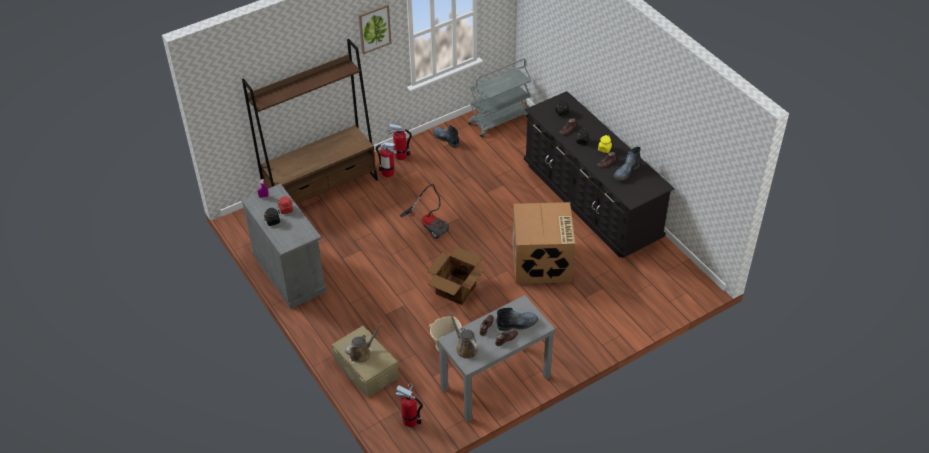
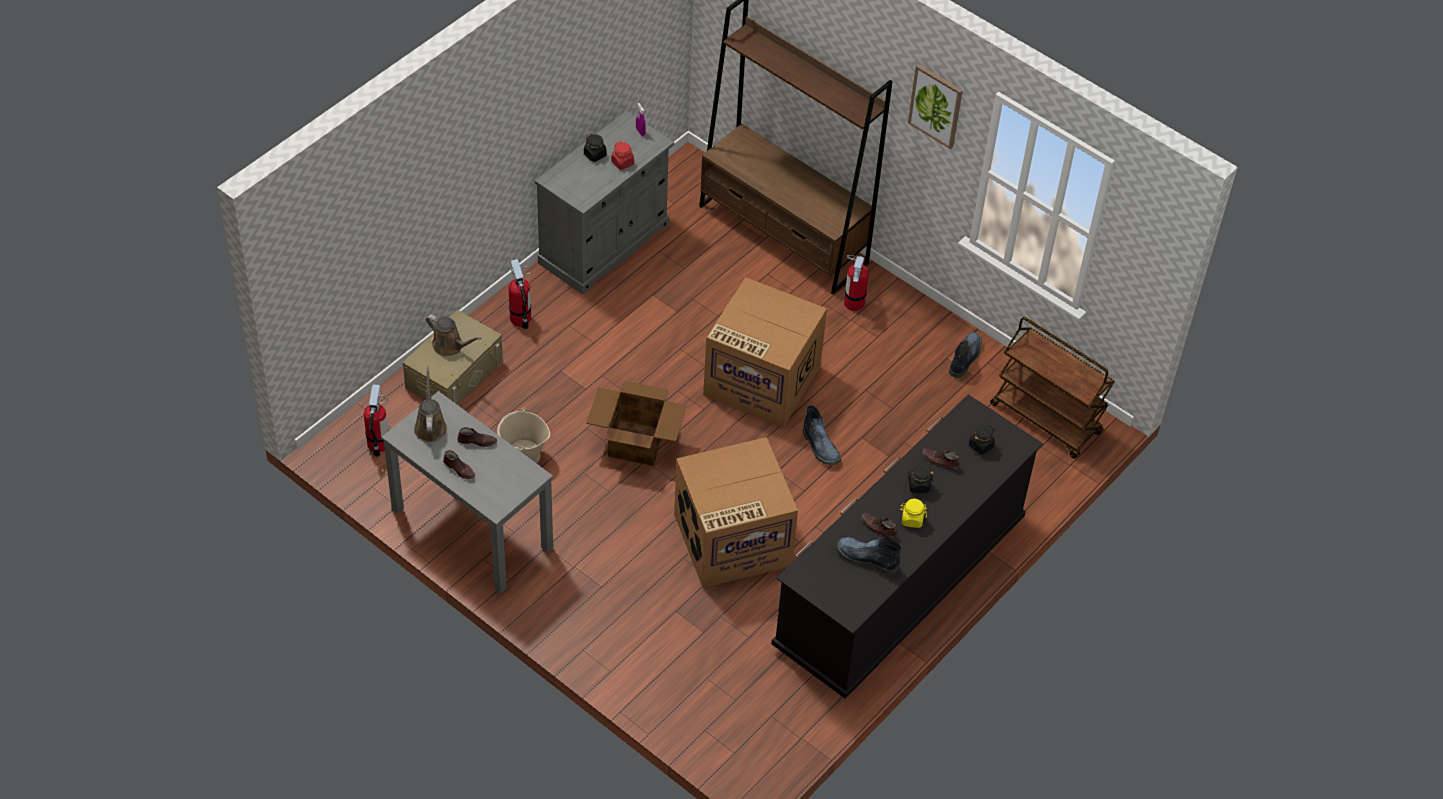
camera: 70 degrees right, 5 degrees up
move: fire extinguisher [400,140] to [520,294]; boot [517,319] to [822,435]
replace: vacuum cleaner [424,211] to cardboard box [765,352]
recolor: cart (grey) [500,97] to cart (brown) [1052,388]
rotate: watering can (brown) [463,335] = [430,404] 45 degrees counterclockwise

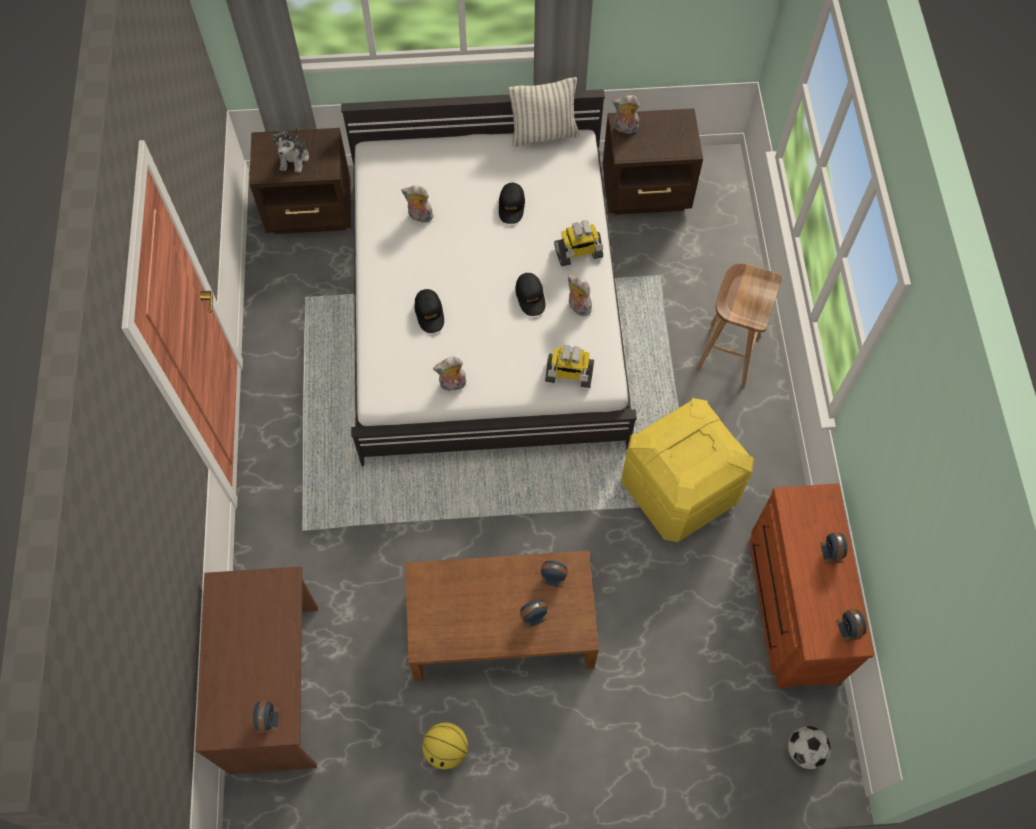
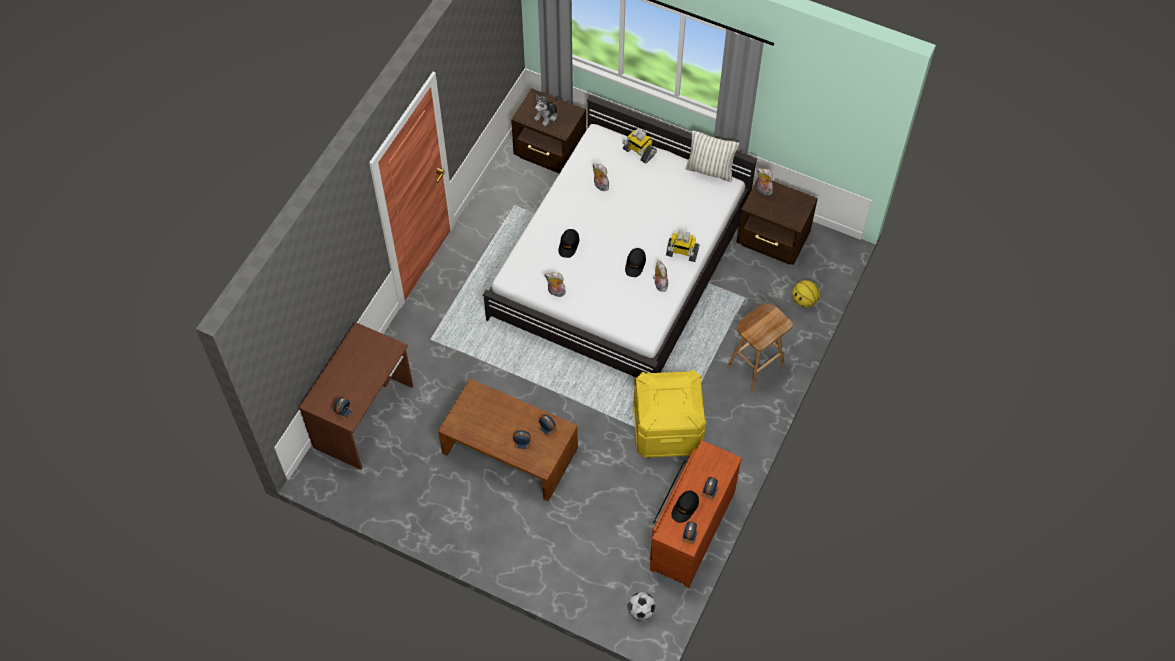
camera: 30 degrees right, 5 degrees down
move: cap (black) [512,203] to [685,507]; toy robot [569,366] to [639,145]; basketball [445,745] to [806,293]

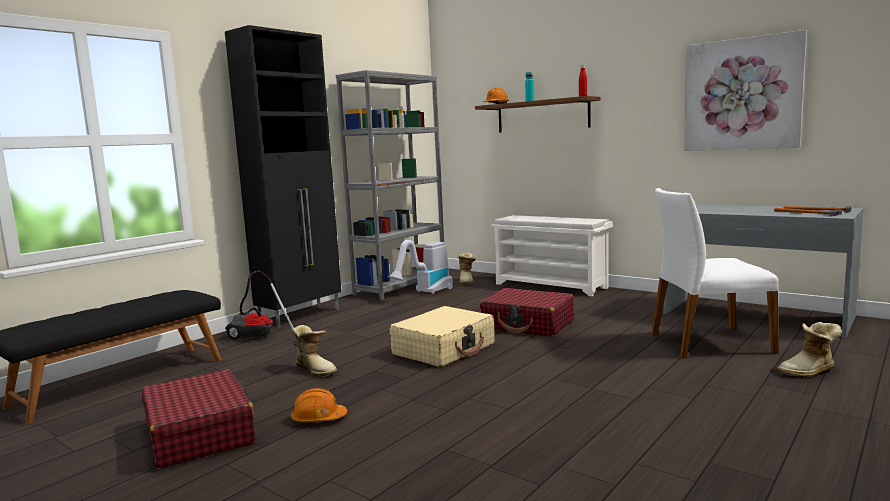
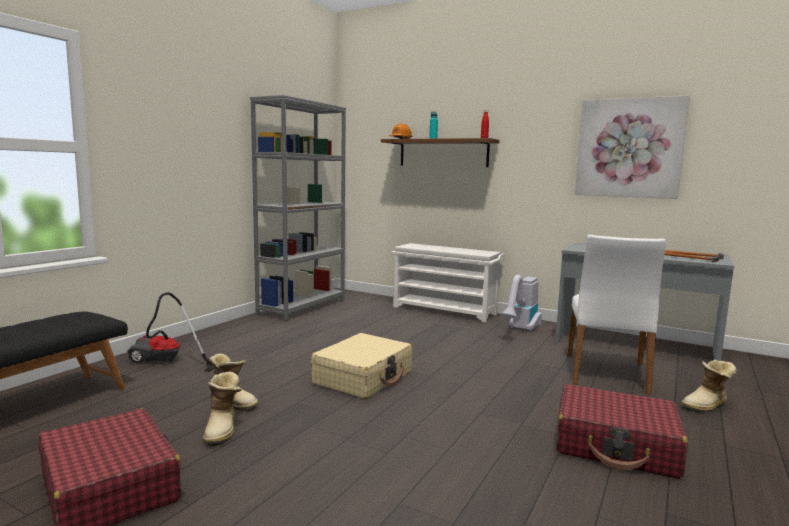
camera: 10 degrees left, 0 degrees up
delete: cabinet (black) [283,176]; hard hat (orange) [319,405]
move: vacuum cleaner [420,266] to [521,303]; boot [467,269] to [222,408]; suitcase (red) [527,312] to [622,431]
rotate: chair (white) [715,273] = [616,315] 60 degrees counterclockwise

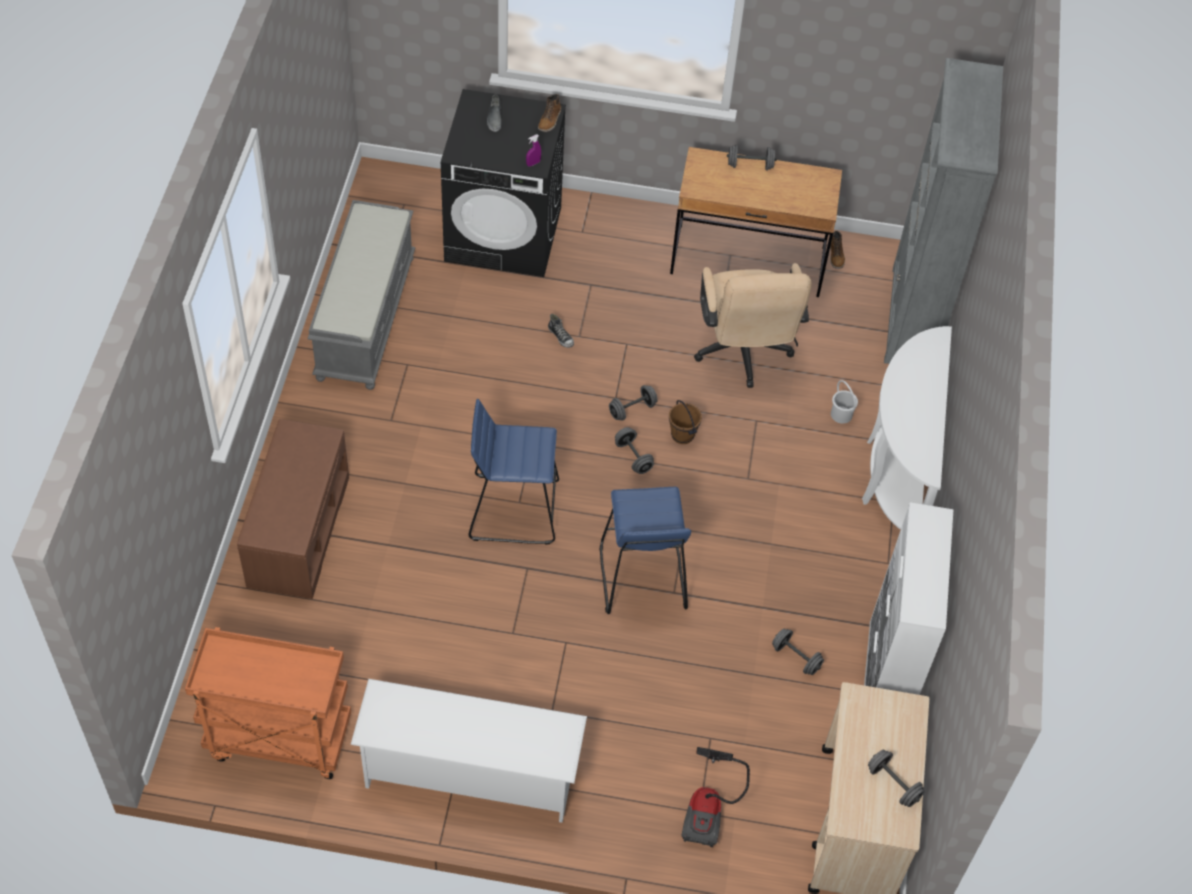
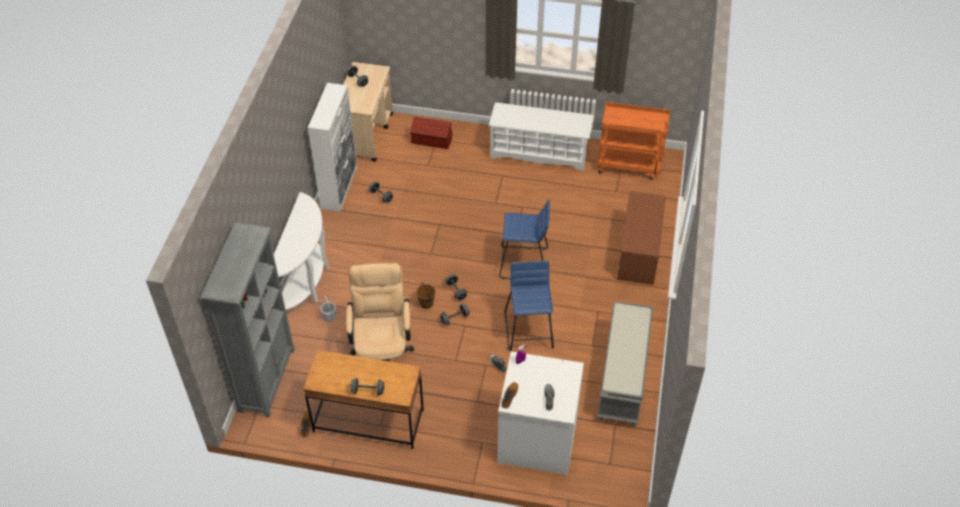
camera: 175 degrees left, 5 degrees down
move: stool (blue) [645,550] to [529,306]
replace: vacuum cleaner [715,797] to storage box (brown) [431,133]
recolor: washing machine (black) [503,183] to washing machine (white) [540,413]

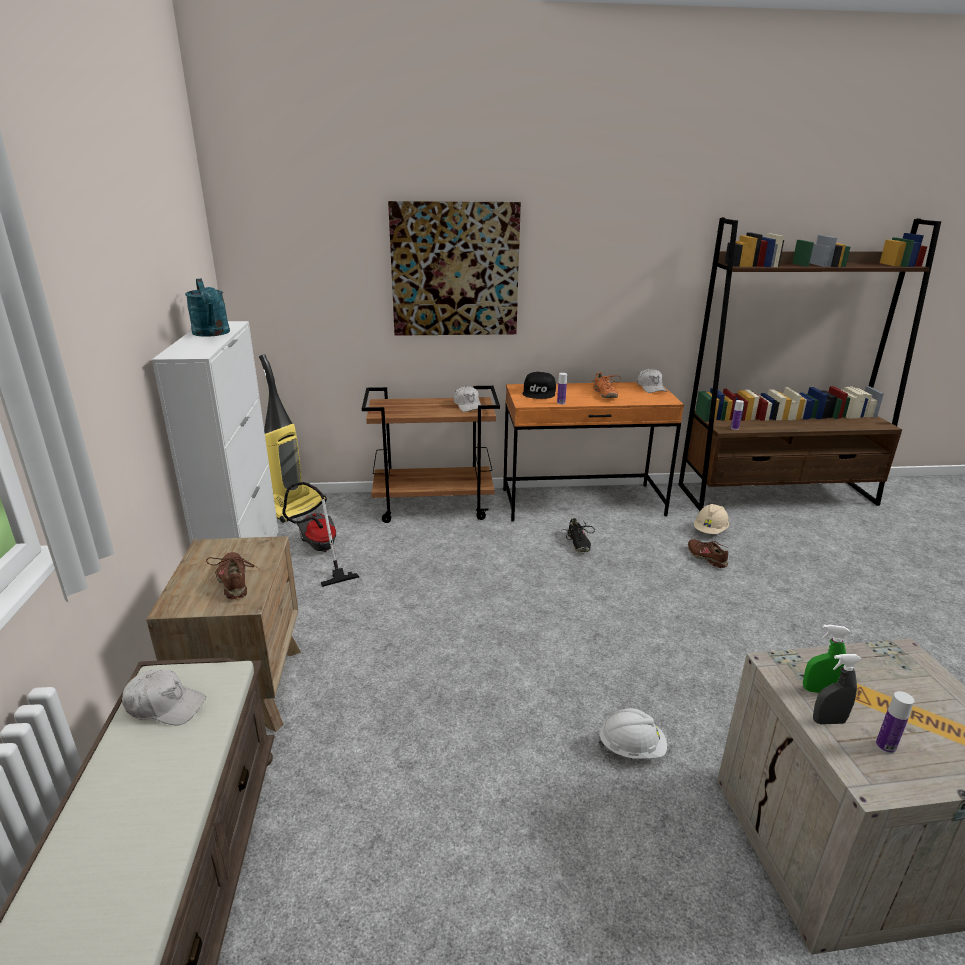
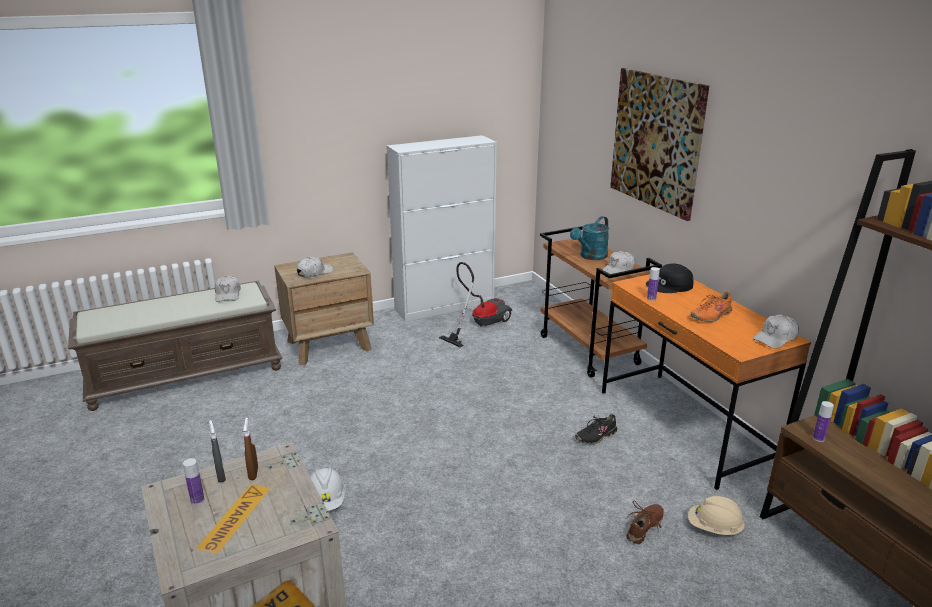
camera: 70 degrees right, 0 degrees up
delete: vacuum cleaner [293,438]
move: watering can (turquoise) [207,308] to [589,238]
replace: shoe (brown) [232,575] to cap (white) [315,267]
recolor: spray bottle (green) [826,658] to spray bottle (brown) [250,448]

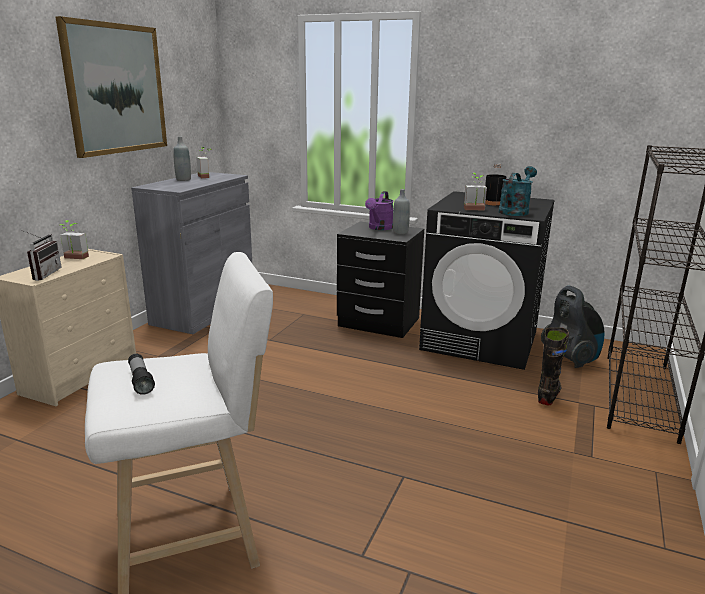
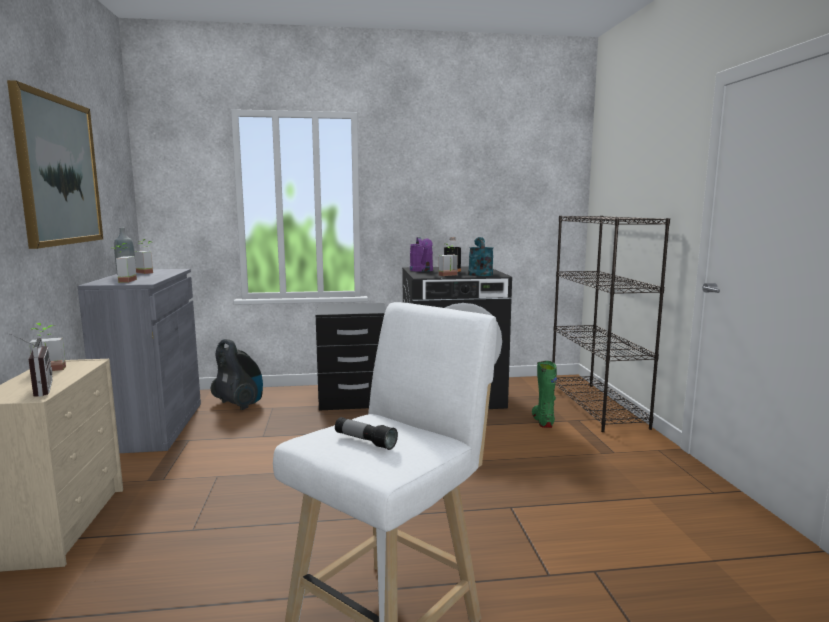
camera: 30 degrees left, 10 degrees down
delete: bottle (grey) [401,211]
insert: potted plant [125,263]
move: watering can (purple) [379,210] to [421,254]; vacuum cleaner [573,327] to [237,374]
recolor: boot (black) [553,366] to boot (green) [544,394]

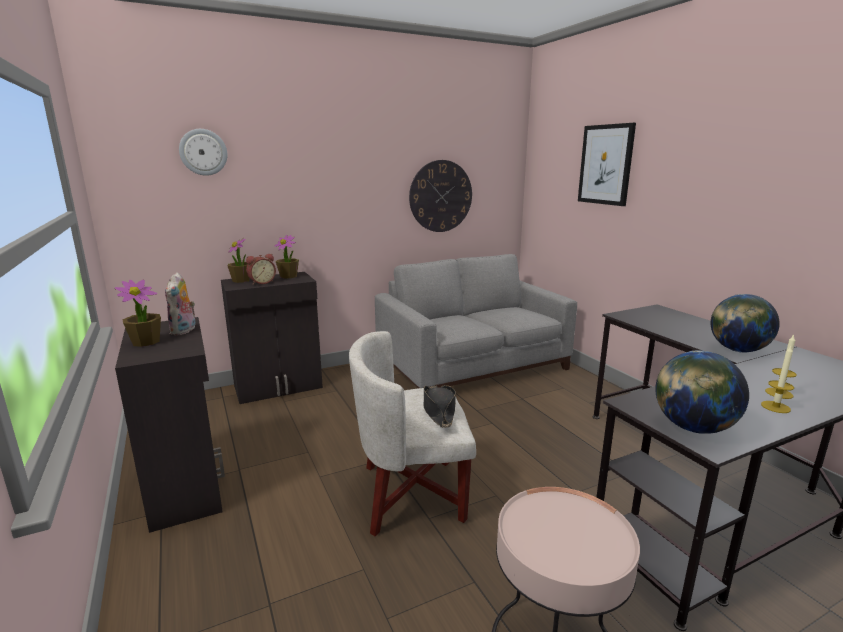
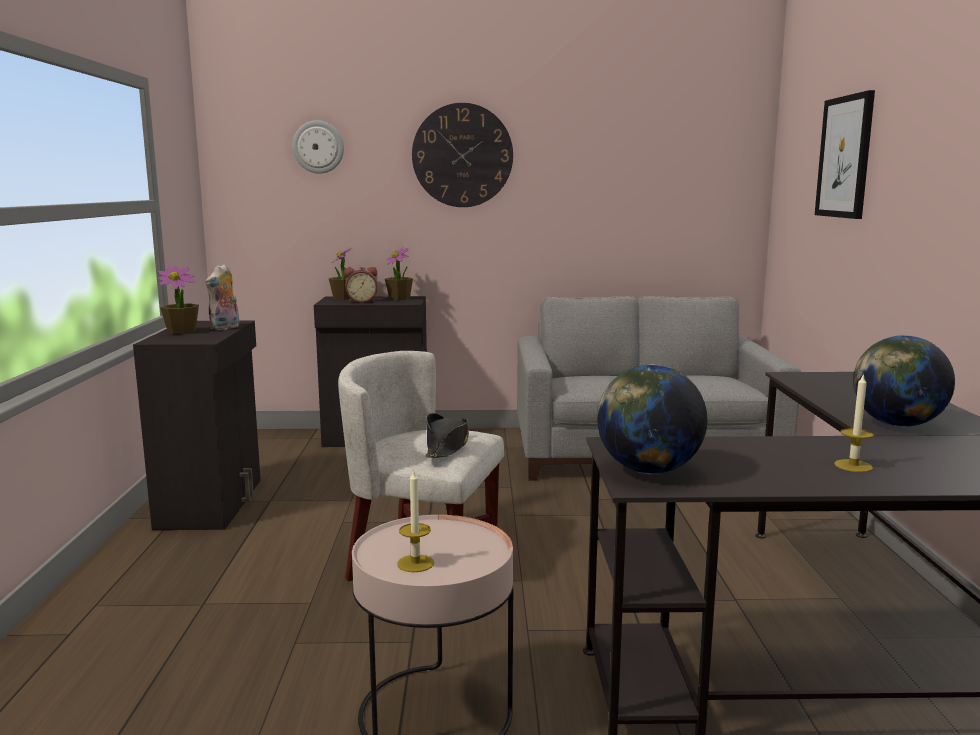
camera: 25 degrees right, 5 degrees down
move: wall clock [440,196] to [462,155]; candle [777,379] to [415,520]

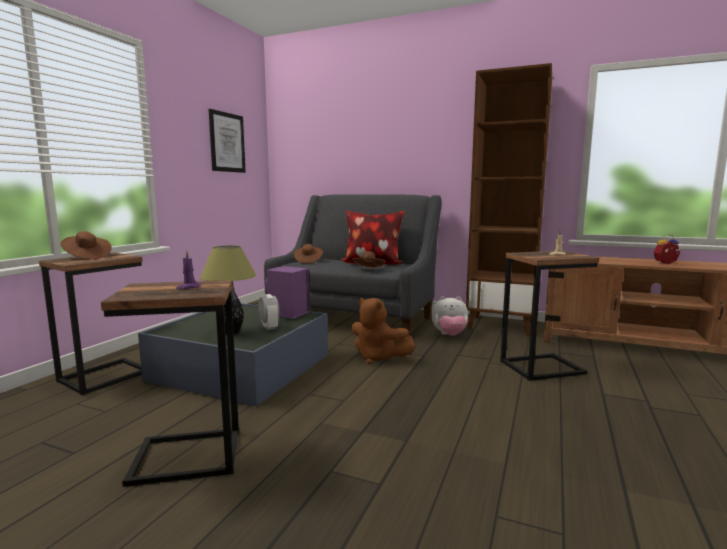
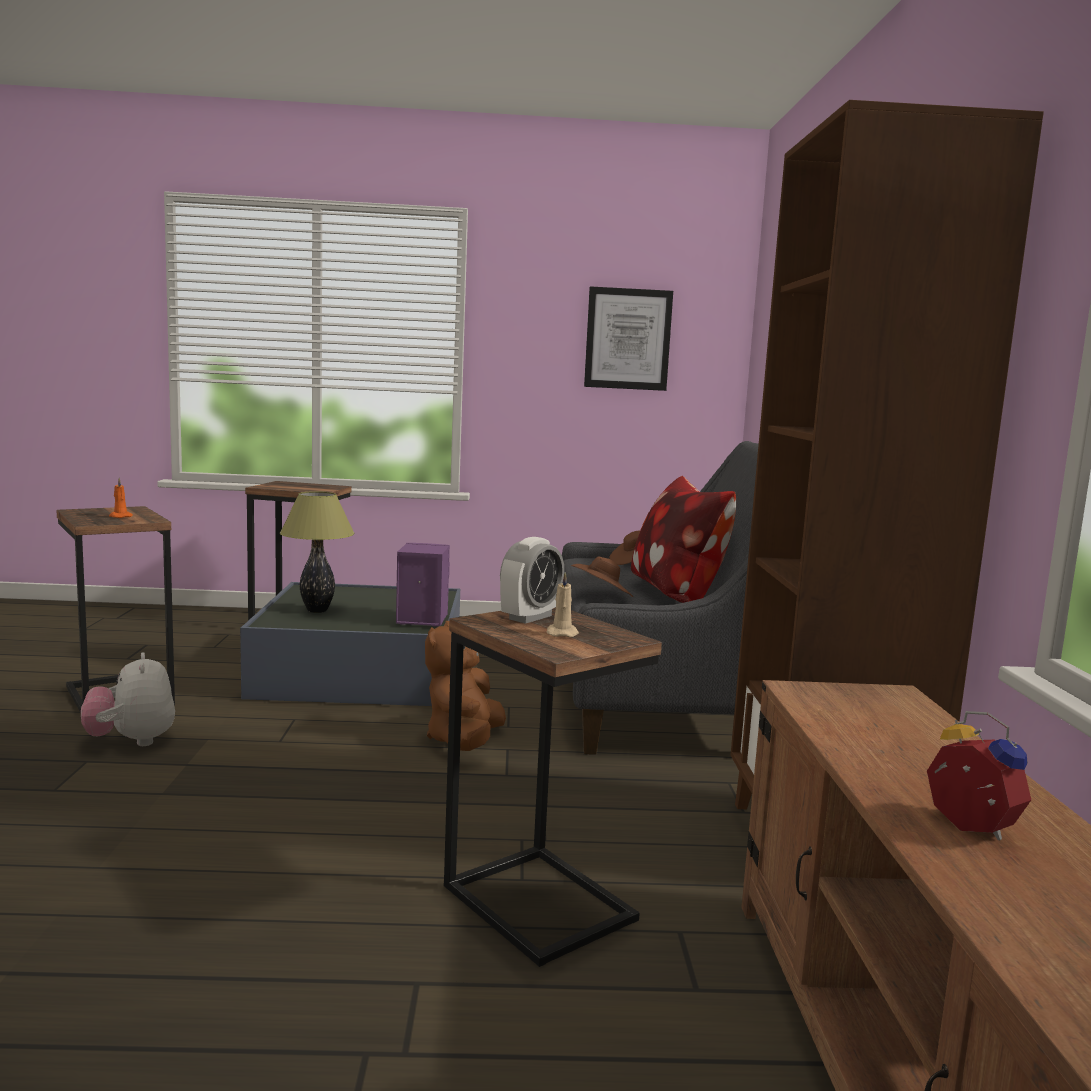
camera: 65 degrees right, 0 degrees up
delete: hat (brown) [86,245]
move: alarm clock [269,312] to [532,580]; plush toy [449,316] to [128,699]
recolor: candle (purple) [188,270] to candle (orange) [121,498]

